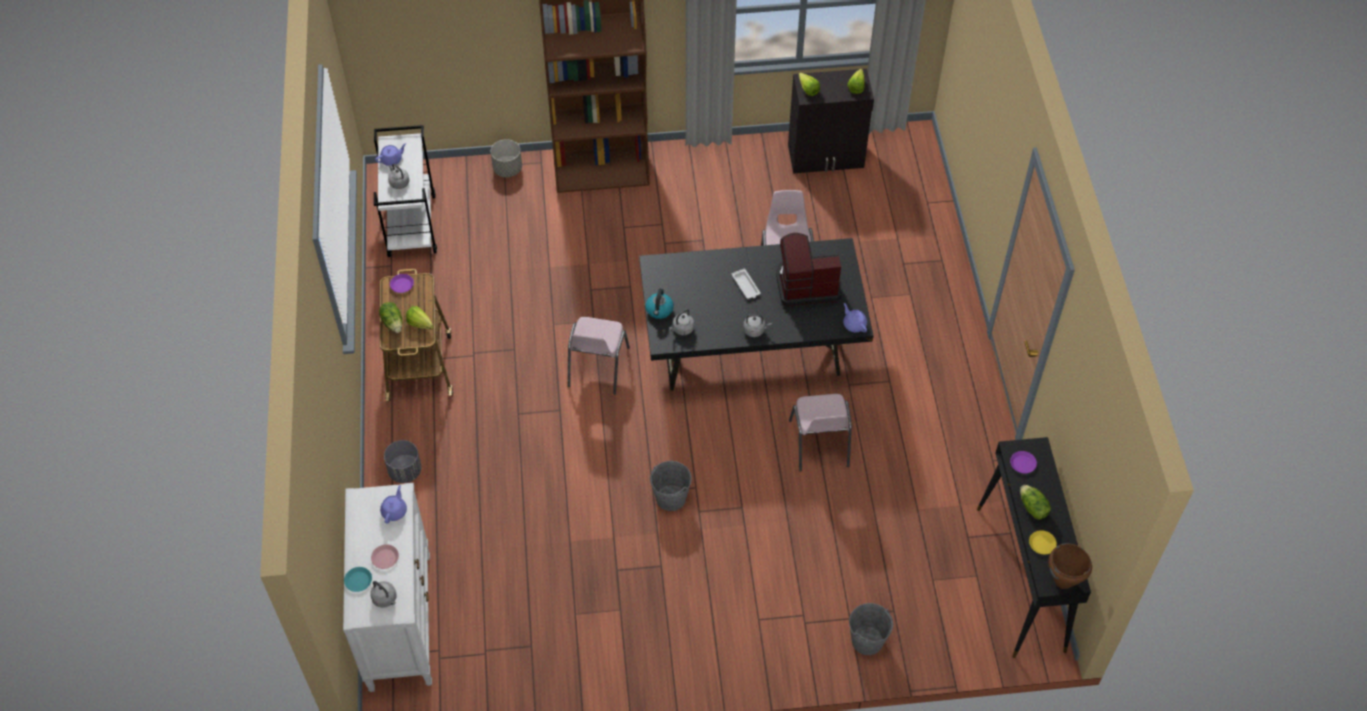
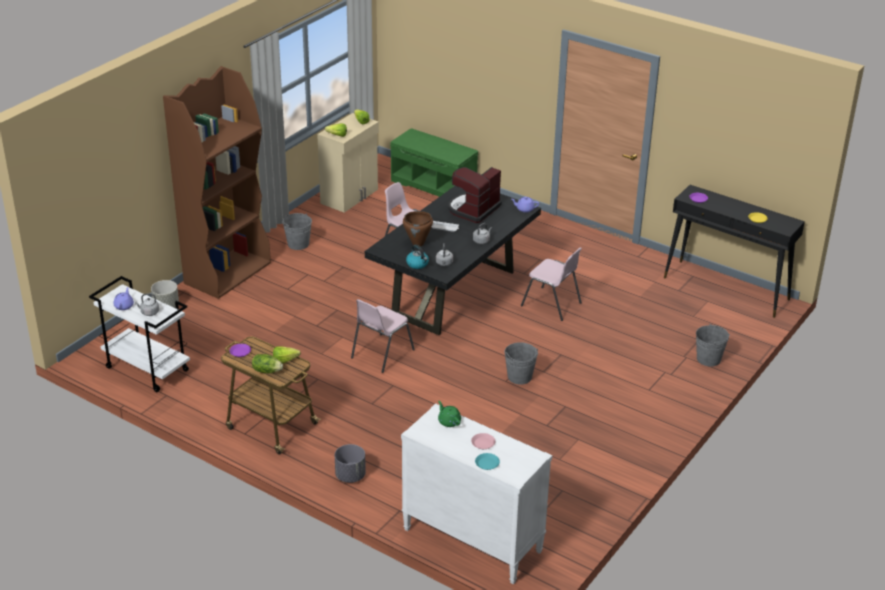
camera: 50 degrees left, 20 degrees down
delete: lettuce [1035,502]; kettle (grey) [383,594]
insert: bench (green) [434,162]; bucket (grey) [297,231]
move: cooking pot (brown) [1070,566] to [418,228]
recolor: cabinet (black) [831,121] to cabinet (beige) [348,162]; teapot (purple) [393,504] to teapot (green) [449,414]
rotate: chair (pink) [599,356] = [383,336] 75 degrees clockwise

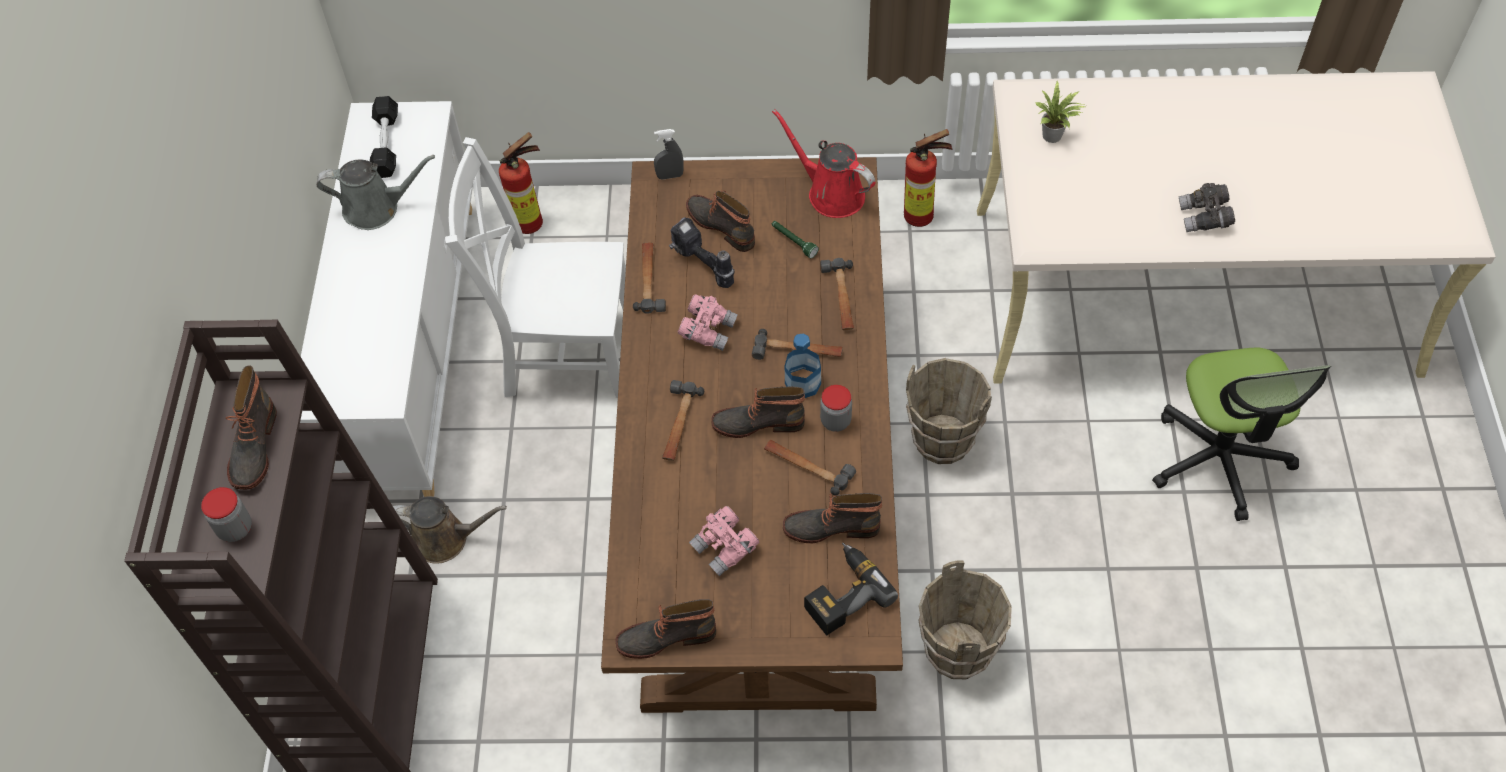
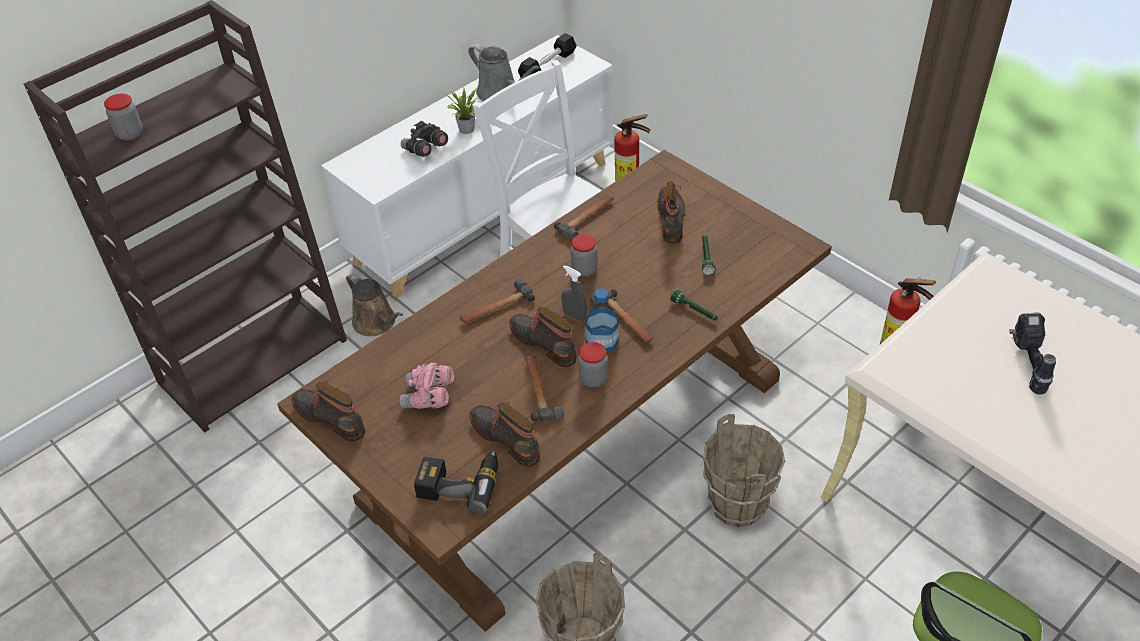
camera: 45 degrees right, 10 degrees down
delete: watering can (red) [823,163]; boot [251,427]
move: potted plant [1060,111] to [459,110]; spray bottle (grey) [669,154] to [574,293]; binoculars (grey) [1207,207] to [424,139]; power drill [701,252] to [1032,353]
replace: hammer [837,294] to flashlight (green) [694,305]; binoculars (pink) [708,322] to jar [584,255]

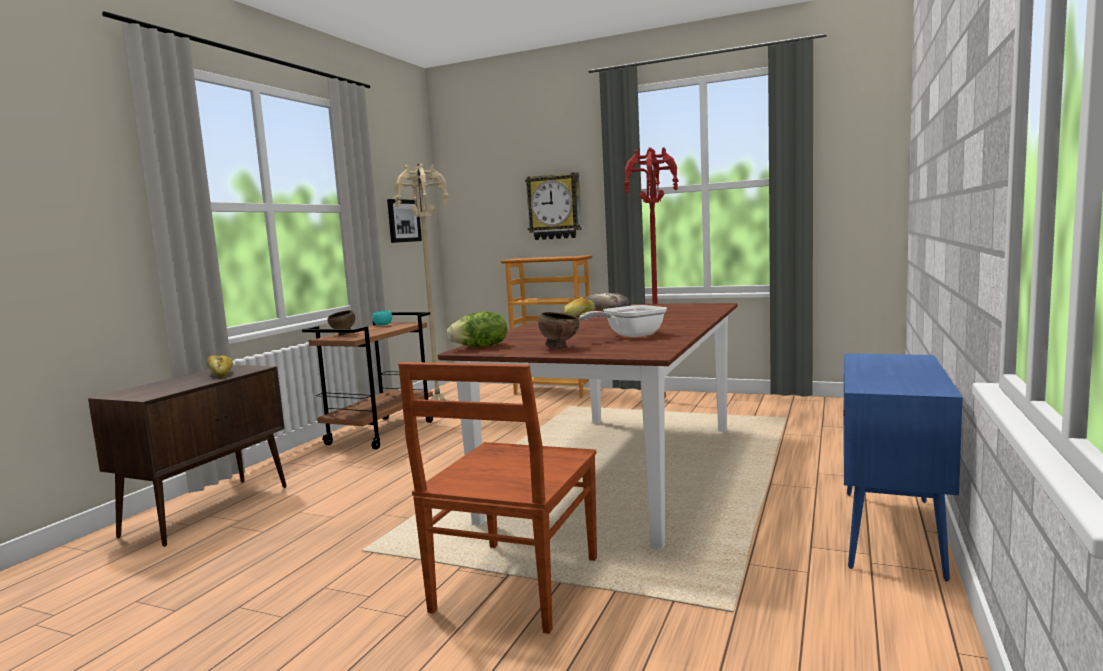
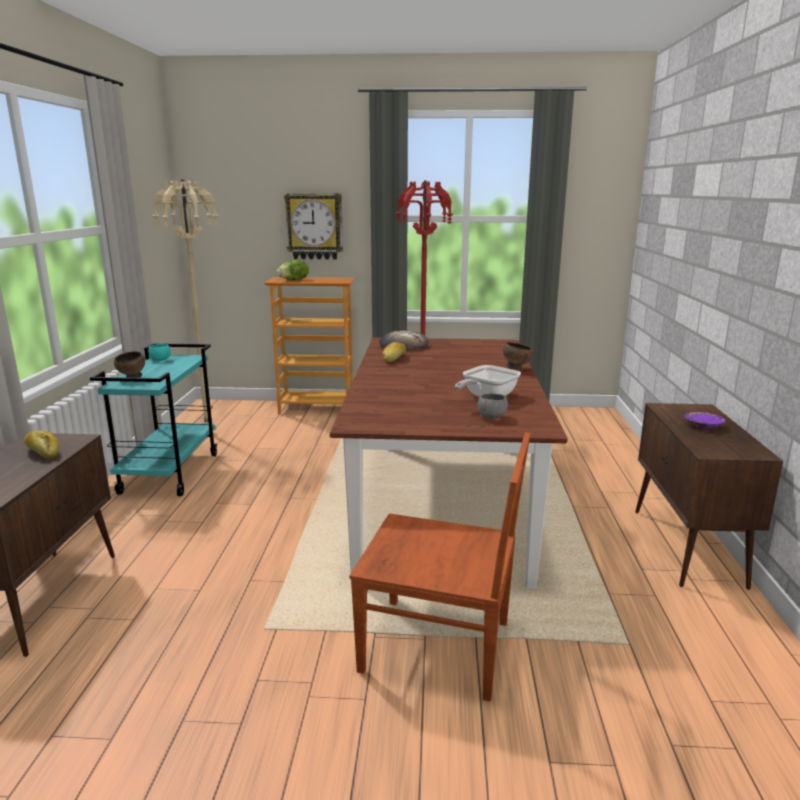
camera: 20 degrees left, 10 degrees up
delete: picture [404,221]
insert: bowl (grey) [493,406]; plate (purple) [705,420]
move: lettuce [477,329] to [293,270]; bowl (brown) [558,330] to [518,356]
recolor: cart (brown) [367,380] to cart (turquoise) [153,419]; cabinet (blue) [903,467] to cabinet (brown) [709,496]
rotate: chair (brown) [497,498] = [440,566] 75 degrees counterclockwise

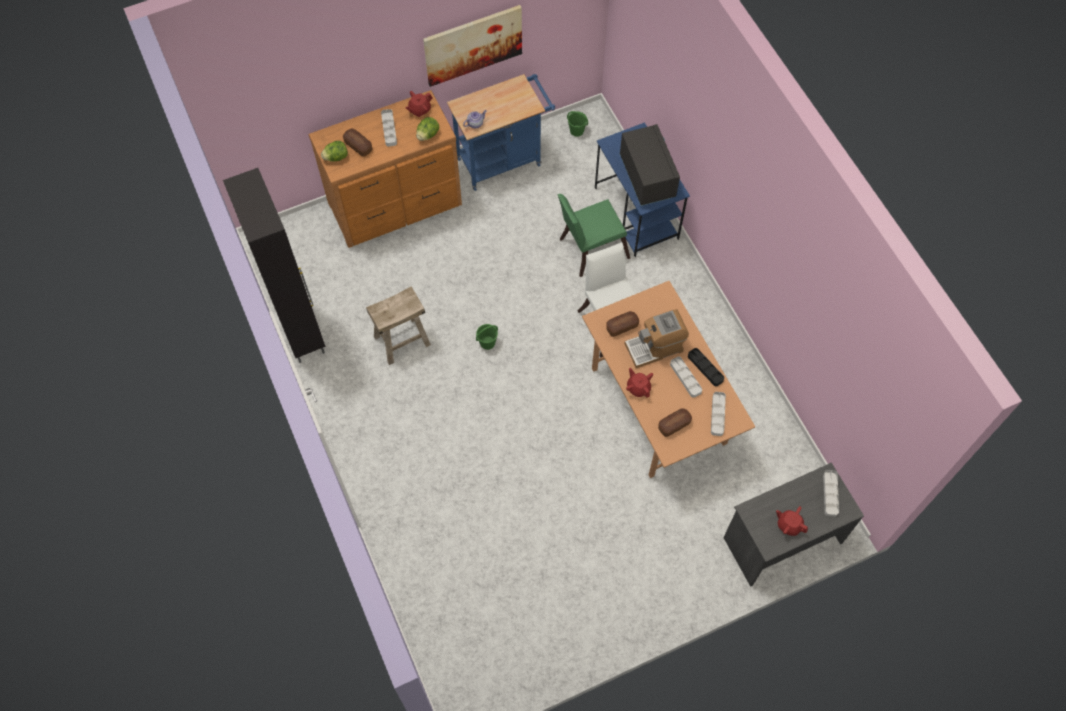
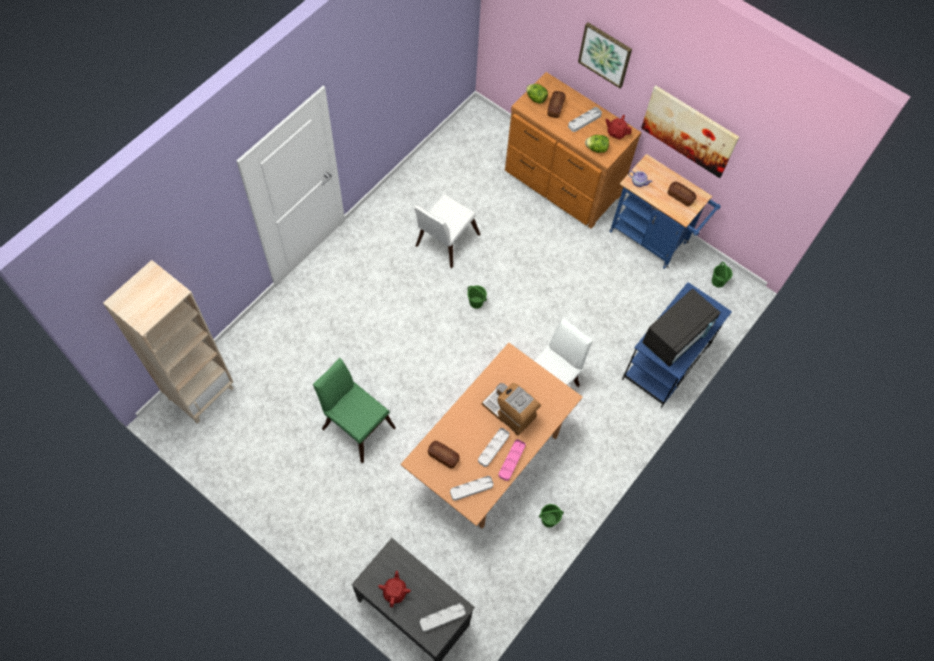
camera: 60 degrees right, 0 degrees up
delete: cabinet (black) [274,265]; teapot (red) [639,383]
insert: picture [605,55]; bookcase (beige) [168,342]; bucket (green) [551,515]
move: chair (green) [593,235] to [354,411]; bread [622,324] to [681,194]
replace: stool (beige) [398,325] to chair (white) [447,231]
recolor: tray (black) [706,367] to tray (pink) [512,460]

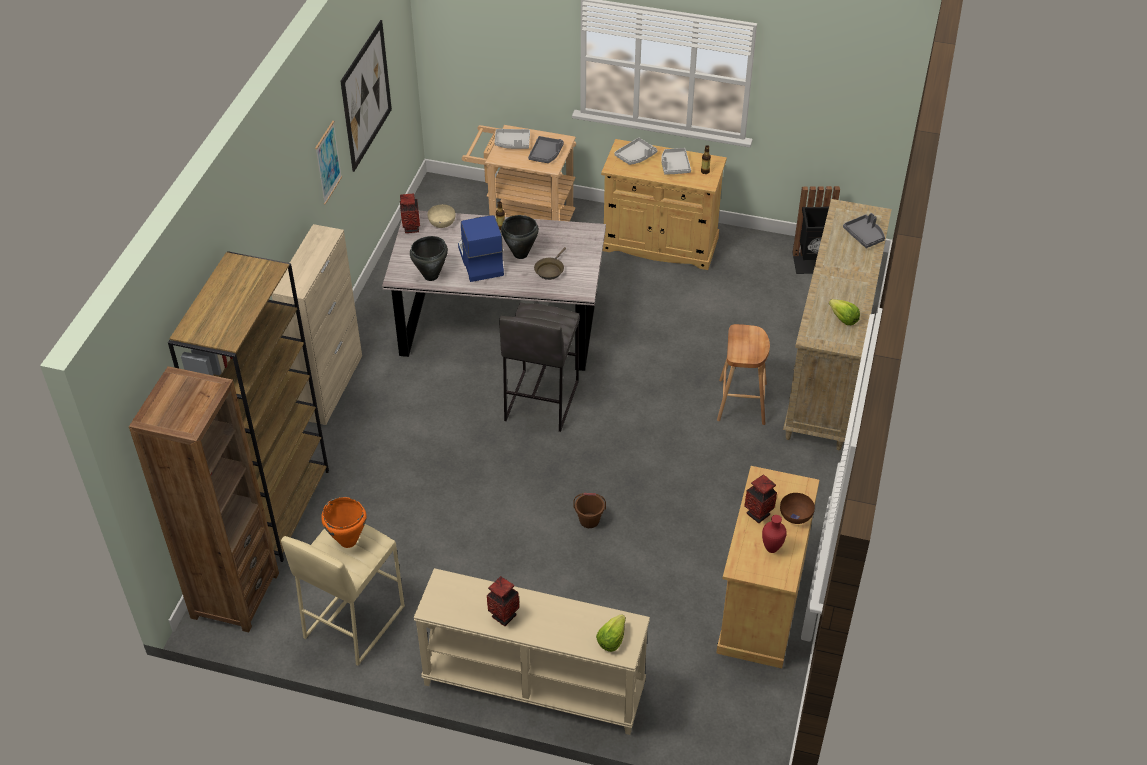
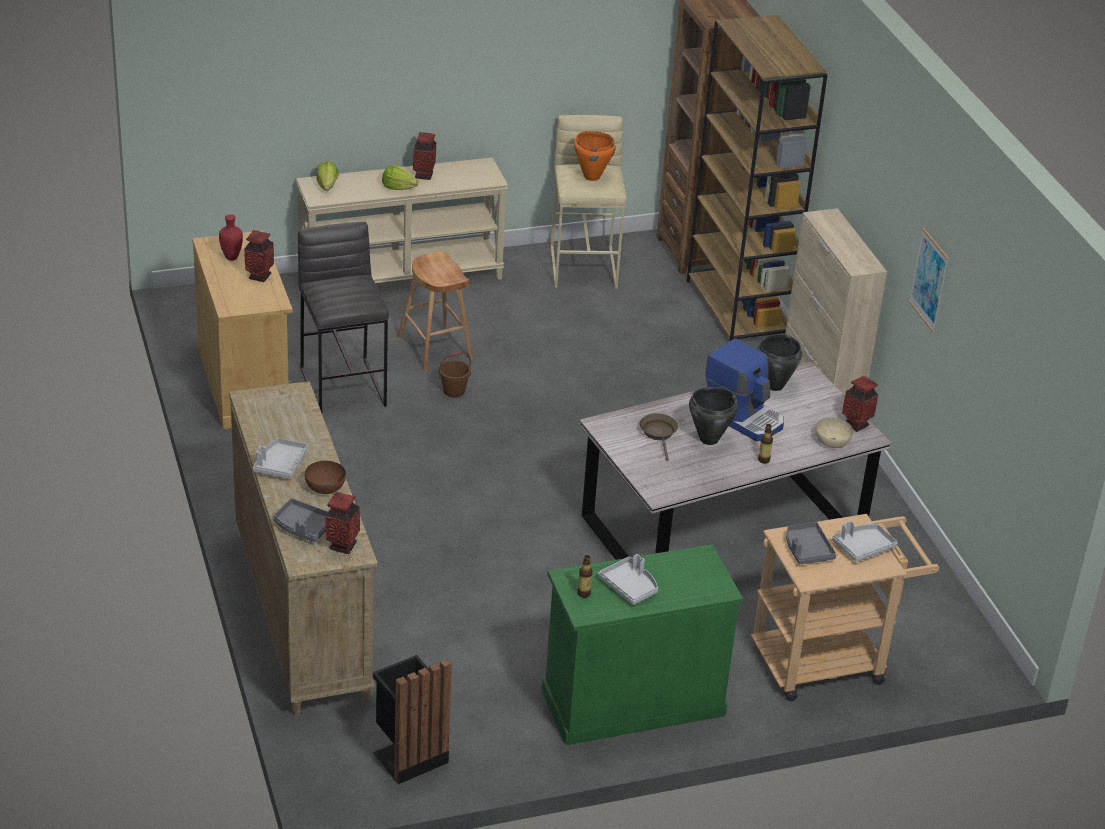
camera: 145 degrees right, 10 degrees down
delete: picture [366,96]
insert: vase [342,523]
move: tray (grey) [635,151] to [280,458]; lettuce [844,312] to [400,177]; stool (grey) [539,367] to [343,317]; stool (brown) [743,374] to [435,311]; bowl (brown) [797,508] to [325,477]
recolor: cabinet (beige) [664,204] to cabinet (green) [642,644]

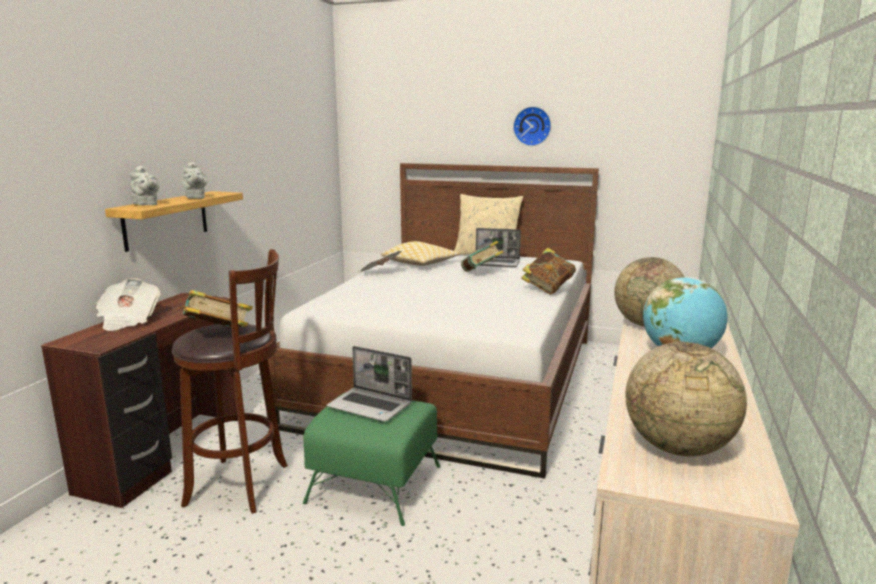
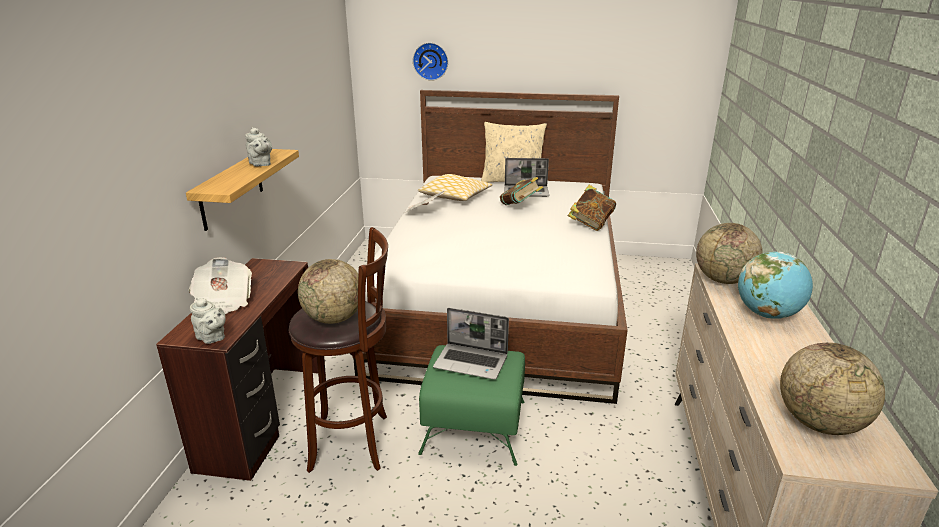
camera: 10 degrees left, 10 degrees up
move: wall clock [532,126] to [430,62]; teapot (grey) [145,185] to [208,320]
replace: book [215,309] to globe [328,291]

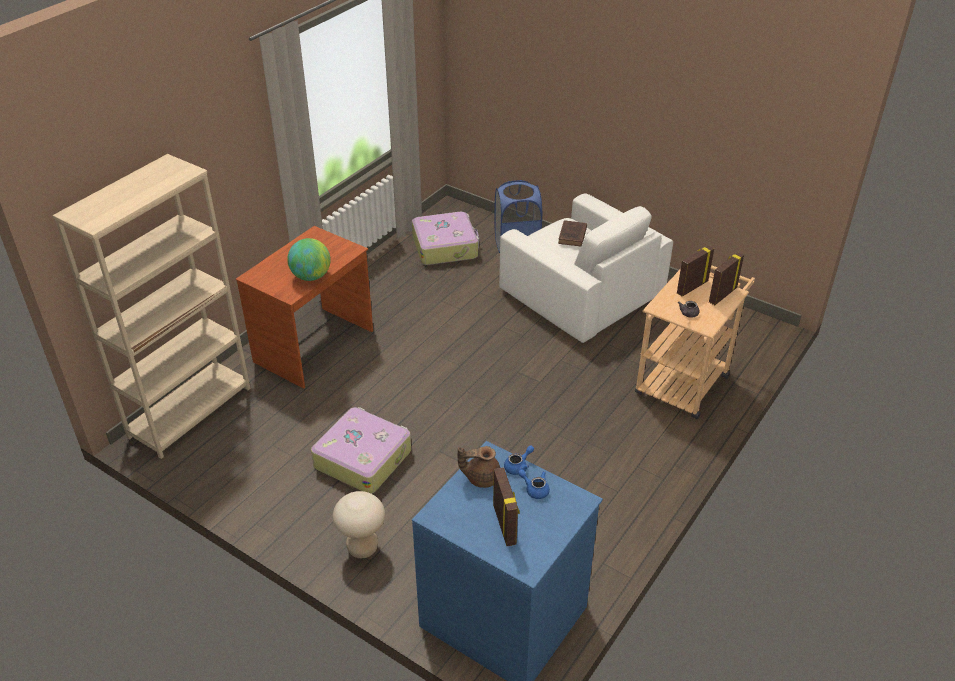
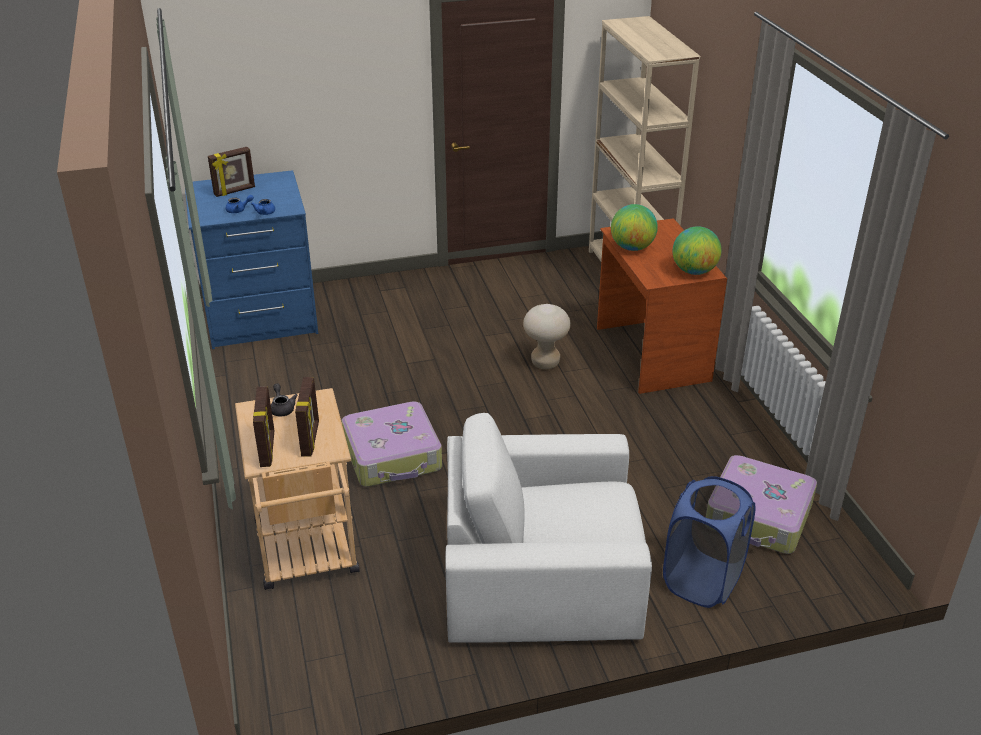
camera: 130 degrees right, 5 degrees down
delete: book (brown) [572,233]; teapot (brown) [479,467]
insert: globe [697,250]
move: suitcase [361,450] to [392,444]; stool (beige) [359,524] to [547,336]
rotate: picture frame [506,507] = [231,172] 60 degrees counterclockwise

